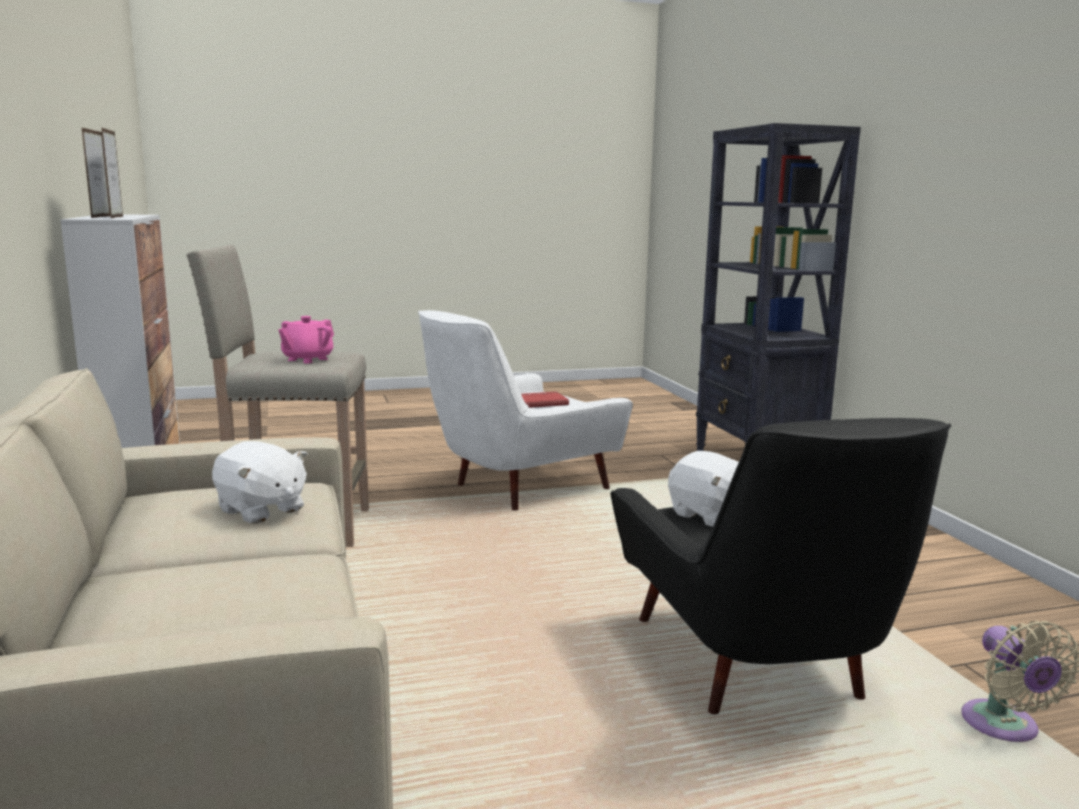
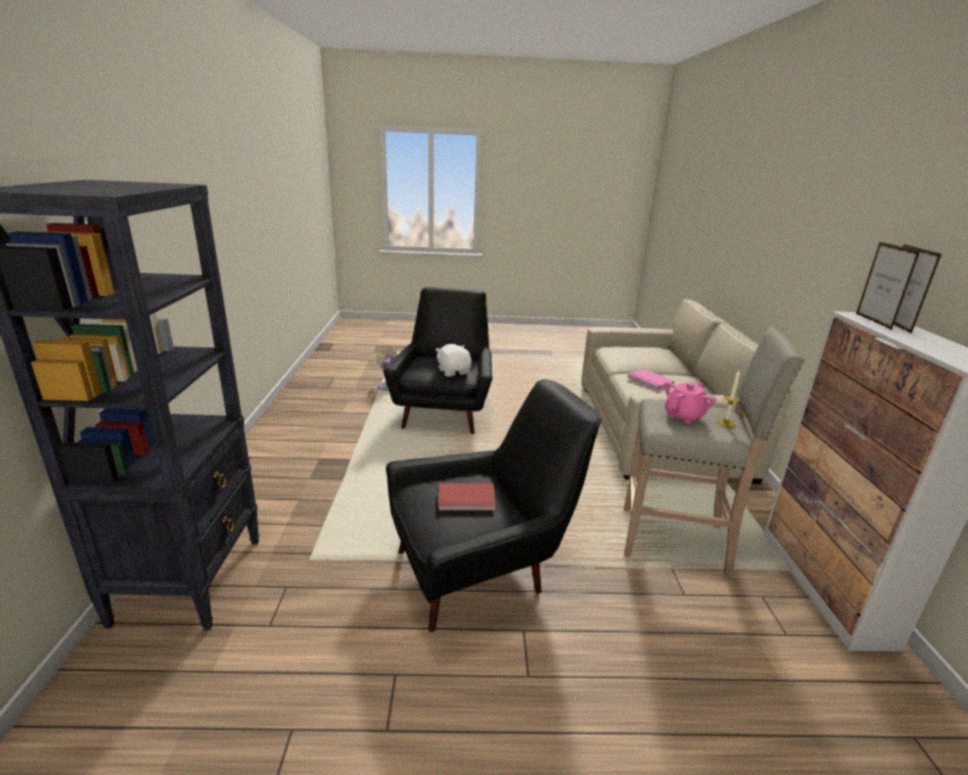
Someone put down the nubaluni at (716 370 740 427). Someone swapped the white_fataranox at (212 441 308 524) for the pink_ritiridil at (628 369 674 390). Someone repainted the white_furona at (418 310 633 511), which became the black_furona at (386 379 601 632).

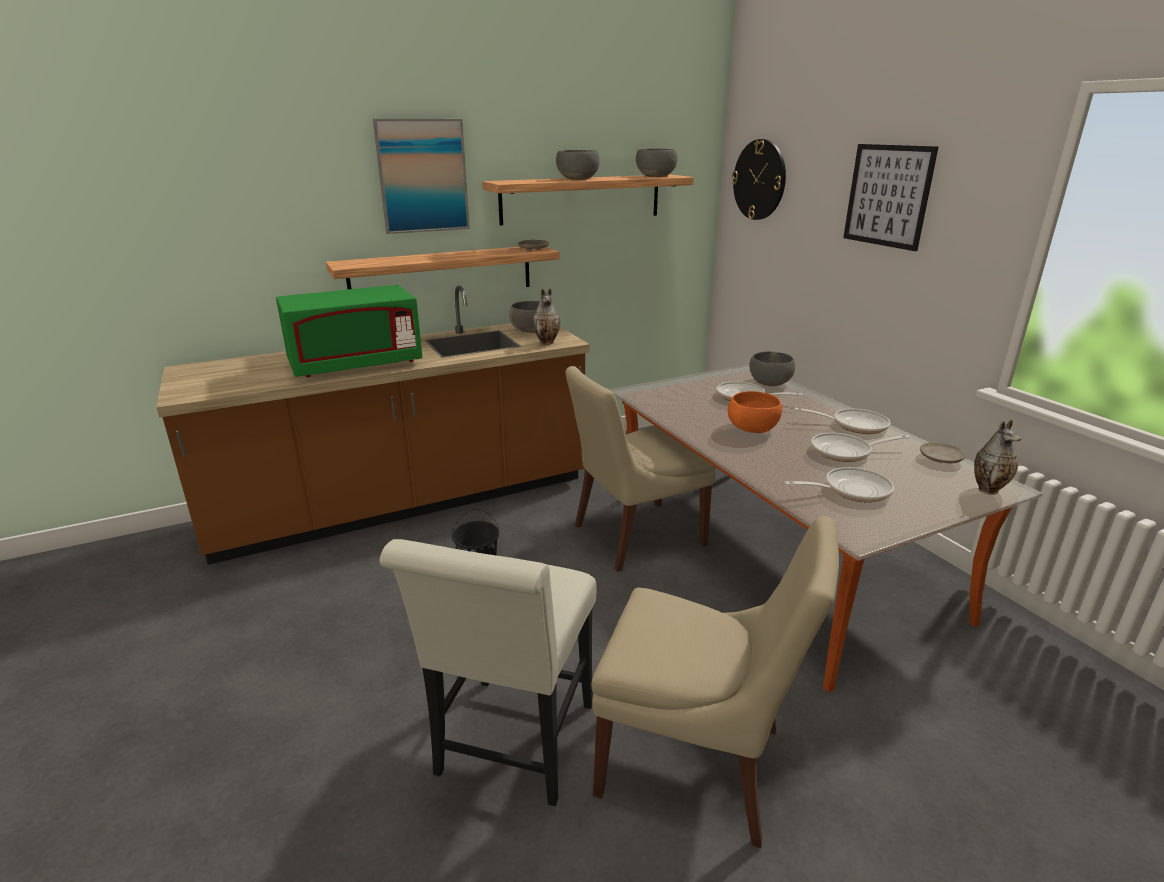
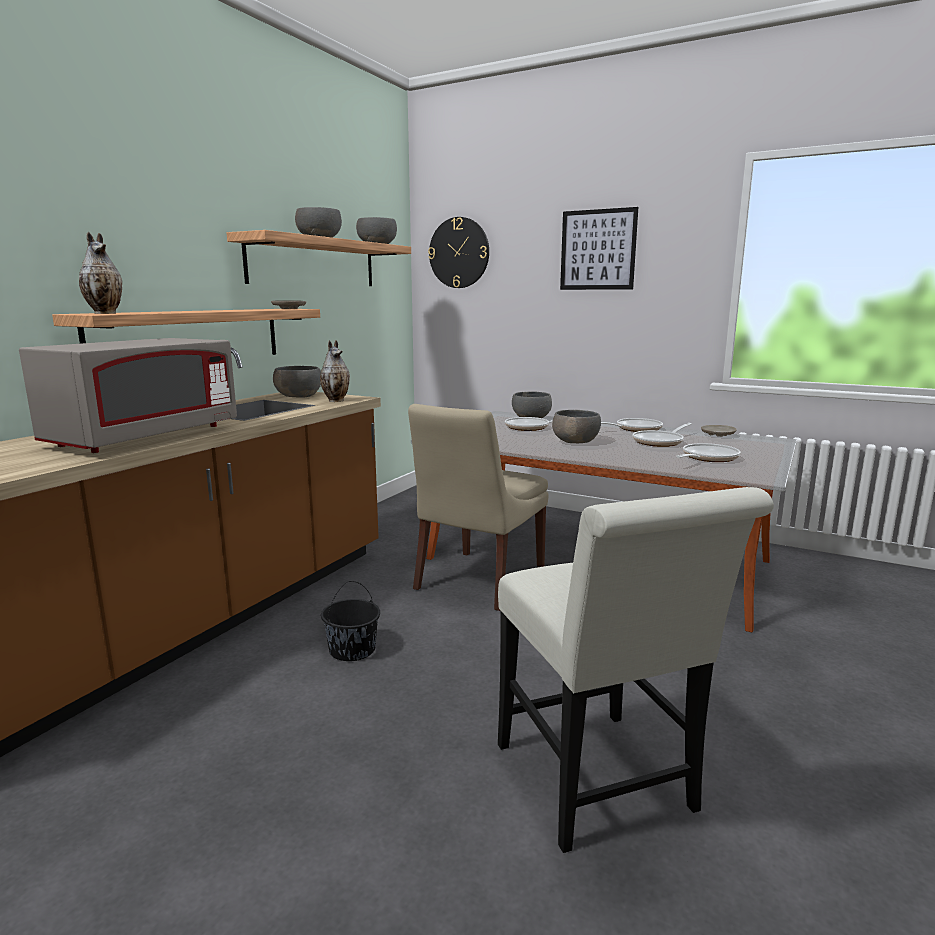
Someone took away the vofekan at (373 119 470 234). Someone took away the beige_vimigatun at (591 516 839 848). Someone carried the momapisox from (974 420 1021 495) to (79 232 122 314). Someone repainted the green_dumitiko at (276 285 422 377), which became the grey_dumitiko at (19 338 237 453). Someone repainted the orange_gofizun at (728 391 782 433), which became the grey_gofizun at (552 410 601 443).

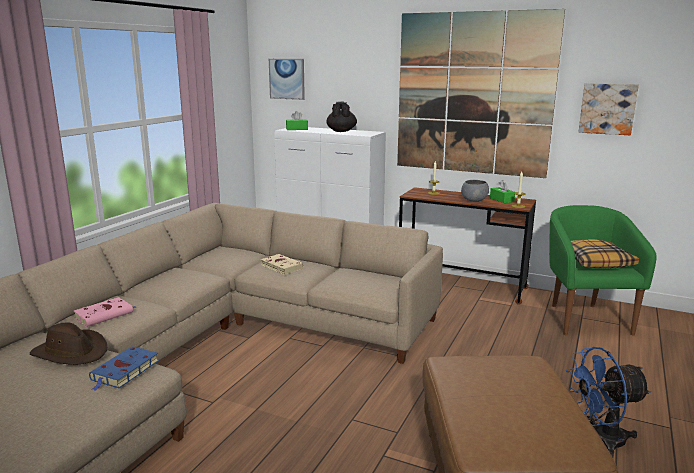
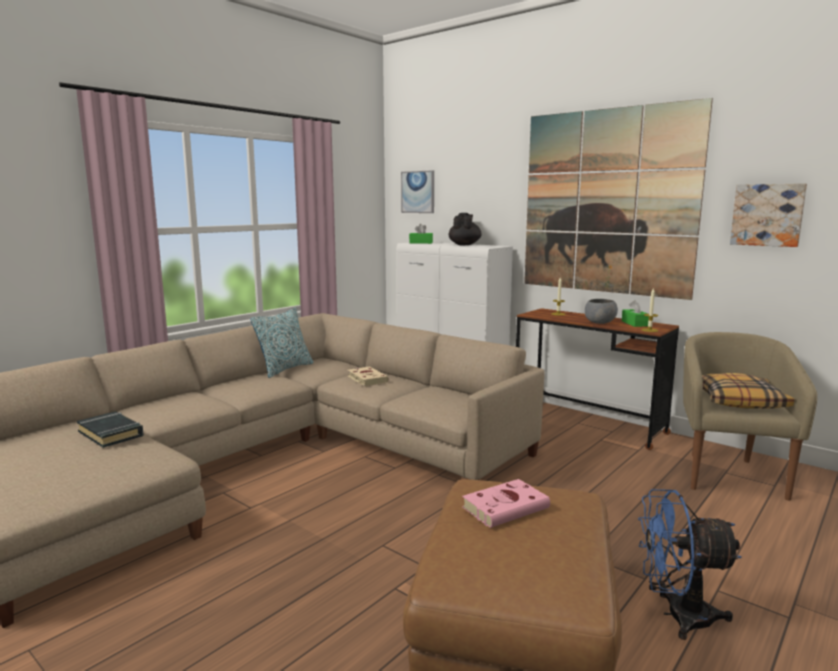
Someone took away the blue_ritiridil at (89 346 159 391). Someone put down the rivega at (250 307 313 378). Someone carried the pink_ritiridil from (74 297 136 327) to (462 479 550 528). Someone swapped the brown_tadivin at (30 322 107 365) for the black_ritiridil at (77 411 144 448). Someone repainted the green_furona at (549 205 656 336), which became the beige_furona at (683 332 817 501).

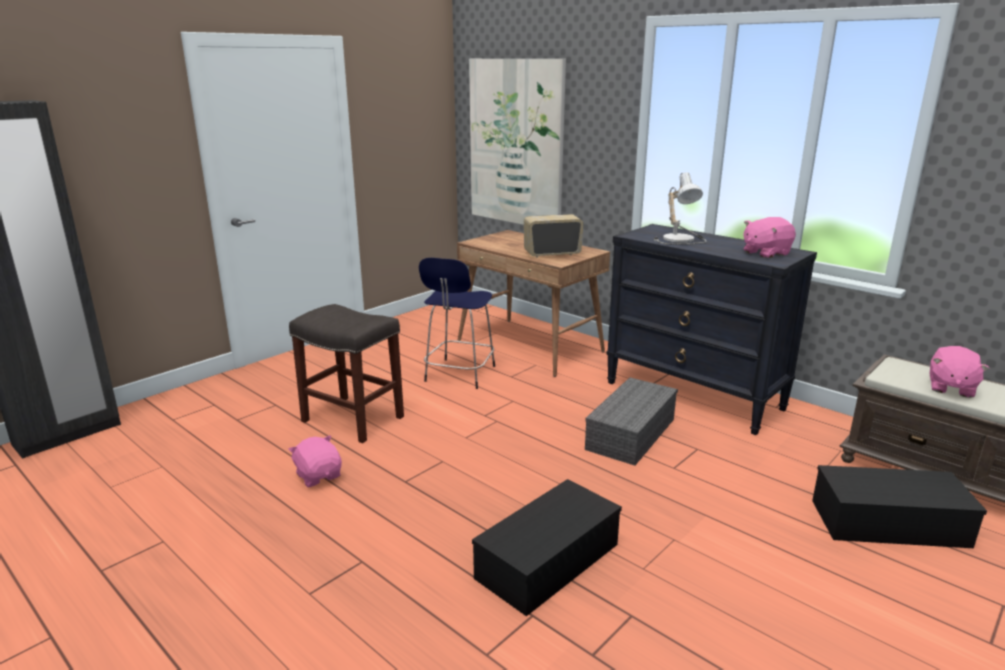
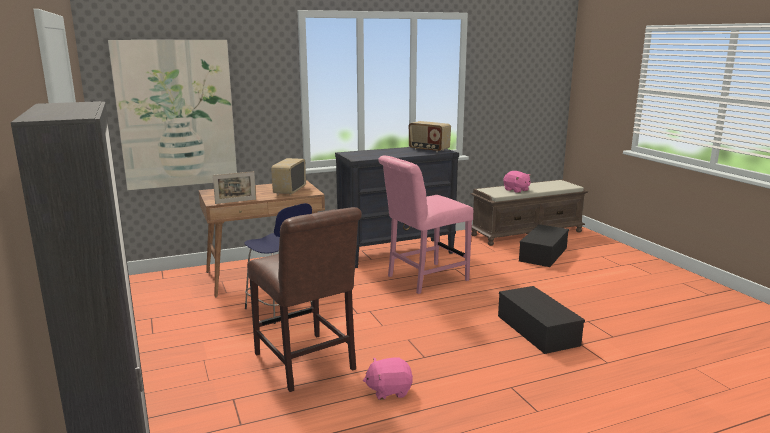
Someone took away the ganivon at (653 172 707 245). Someone put down the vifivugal at (213 171 256 204). Someone swapped the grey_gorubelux at (289 304 404 443) for the brown_vimigatun at (247 207 362 392). Someone swapped the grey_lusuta at (585 377 678 466) for the pink_vimigatun at (378 156 473 294). Someone swapped the pink_fataranox at (744 217 796 258) for the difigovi at (409 121 451 152).

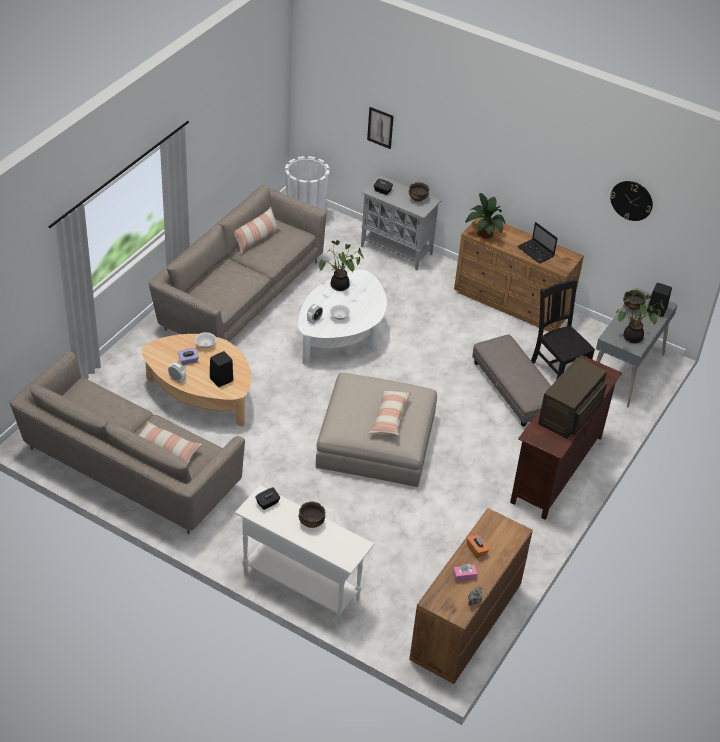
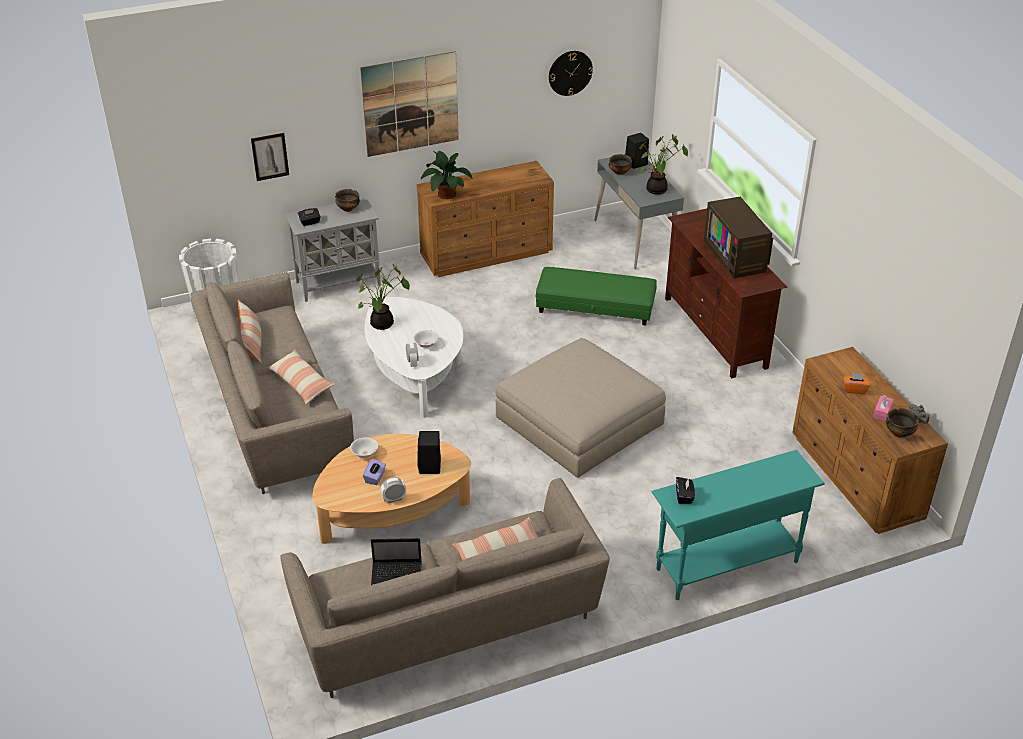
Someone took away the black_vimigatun at (531 277 595 379). Someone put up the vofekan at (360 51 459 157). Someone carried the gofizun from (299 502 325 528) to (886 408 919 438). Someone carried the rivega from (369 390 412 435) to (267 349 336 404). Someone carried the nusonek from (517 222 558 263) to (371 538 422 585). Someone repainted the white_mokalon at (235 485 374 625), which became the turquoise_mokalon at (652 450 825 600). Someone repainted the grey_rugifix at (472 334 551 427), which became the green_rugifix at (536 267 657 325).

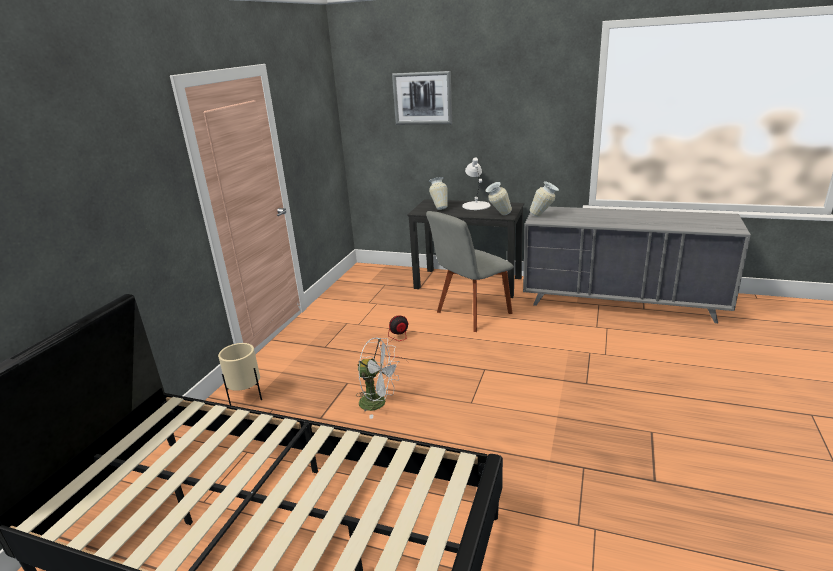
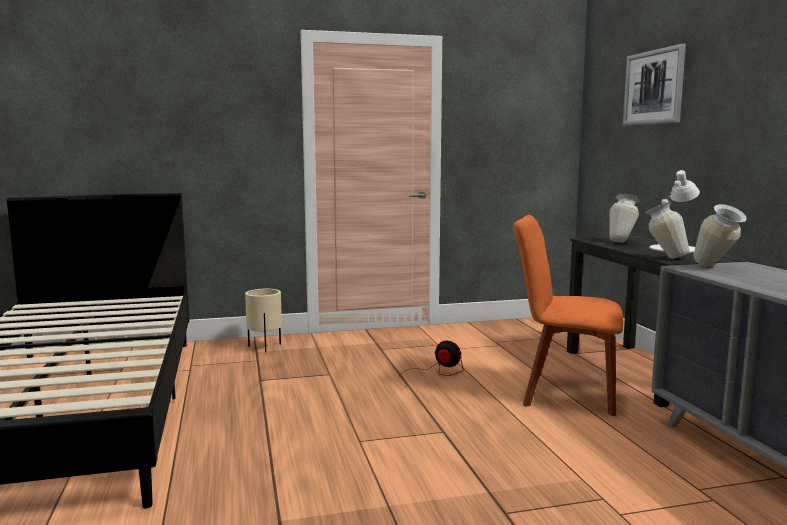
Someone took away the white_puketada at (356 338 400 419). Someone repainted the grey_vimigatun at (426 211 514 332), which became the orange_vimigatun at (513 215 623 416).

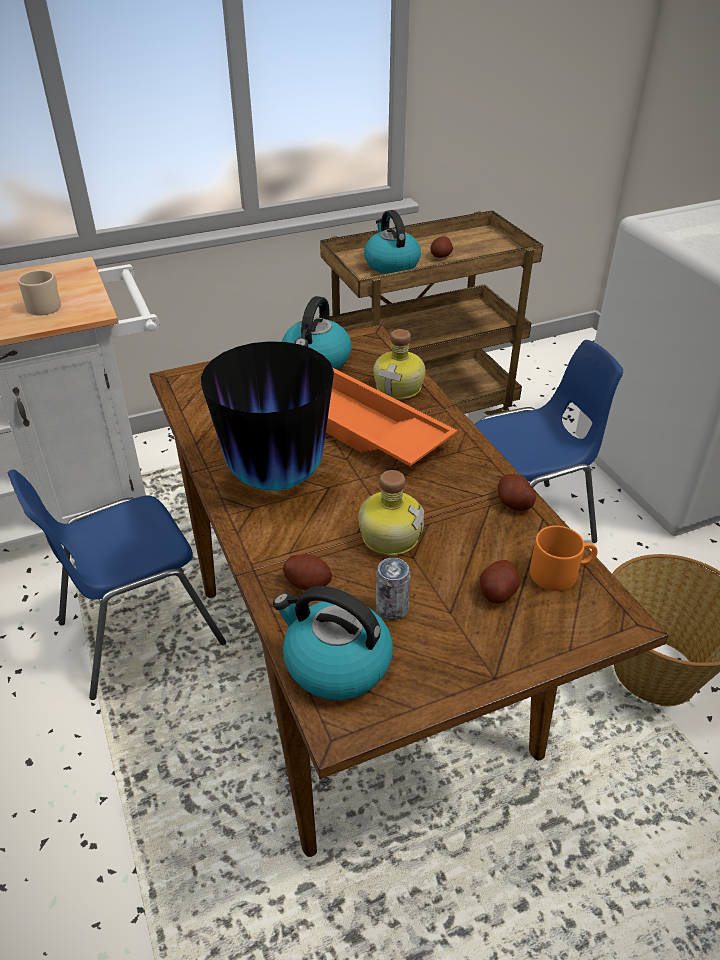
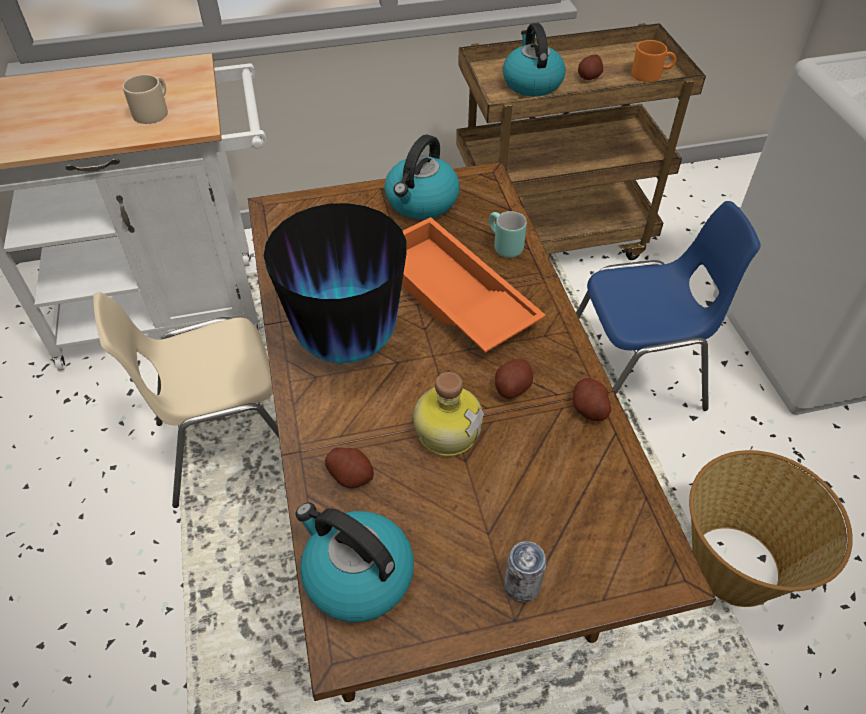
Someone carried the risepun from (376 558 410 620) to (504 541 546 603). Someone carried the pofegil from (480 560 520 604) to (495 359 533 399). Someone carried the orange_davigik from (530 526 598 591) to (631 40 676 82). Someone swapped the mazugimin at (373 329 426 399) for the turquoise_davigik at (489 211 527 258). Someone repainted the blue_vimigatun at (7 469 226 700), which became the beige_vimigatun at (93 292 279 508).

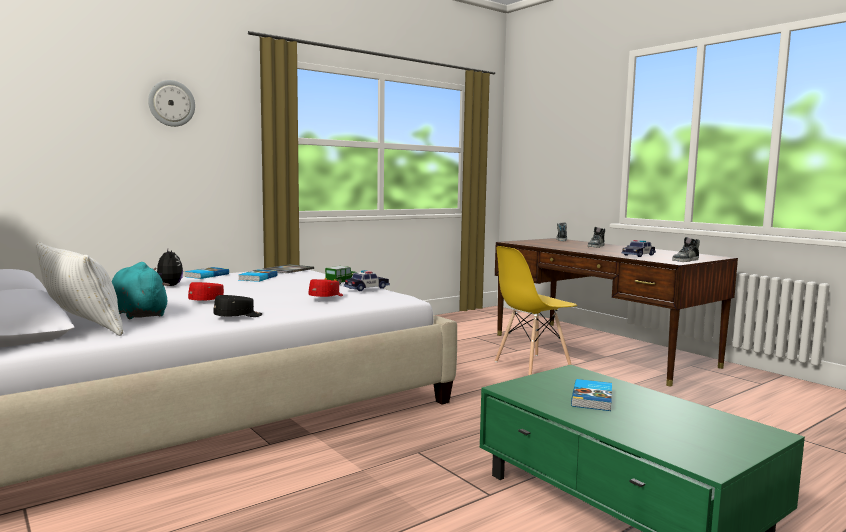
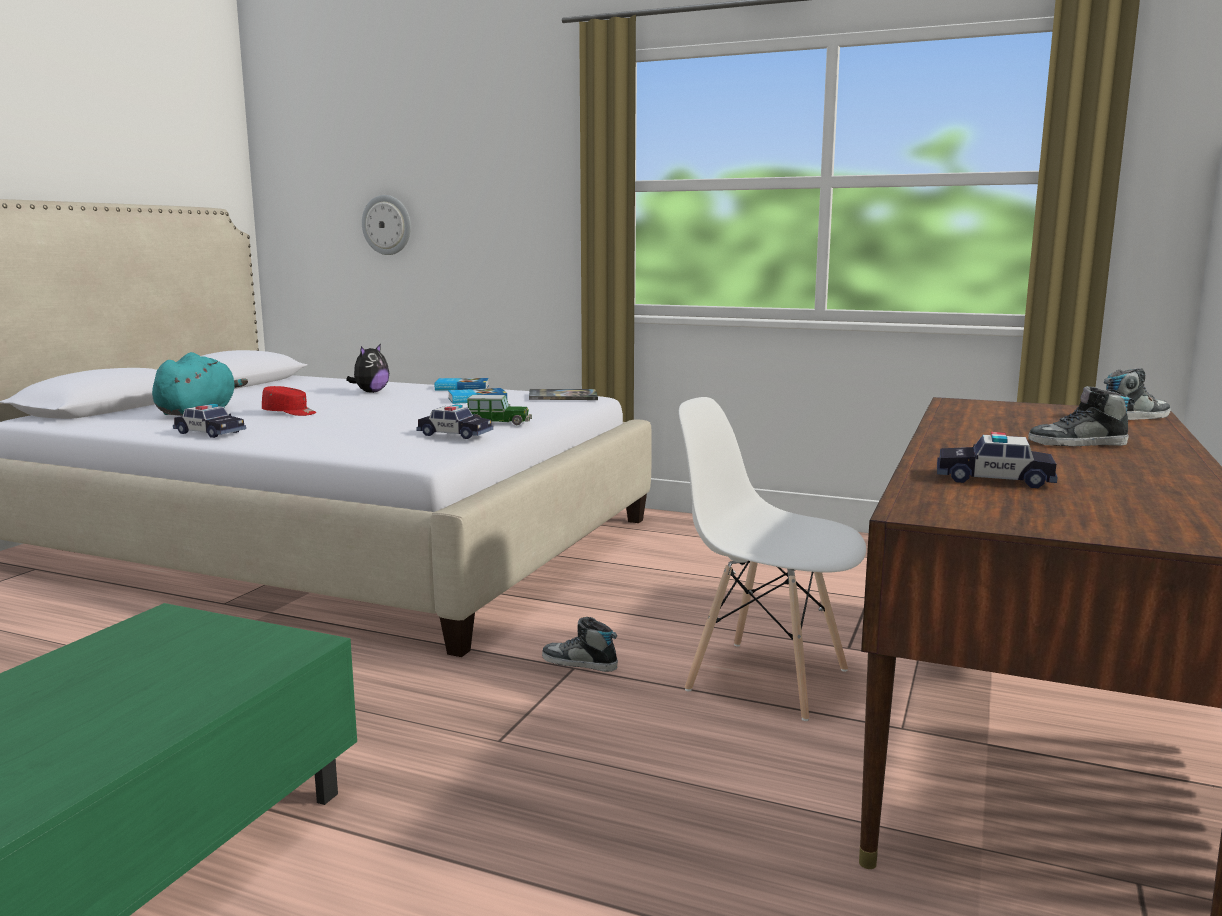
Someone took away the white_rivega at (36 242 123 336). Someone took away the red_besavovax at (309 279 343 297). Someone took away the ritiridil at (571 379 612 411). Someone carried the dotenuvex from (148 80 195 127) to (362 195 411 255). Someone carried the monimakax from (672 237 700 262) to (542 617 618 672). Someone swapped the black_besavovax at (213 295 262 317) for the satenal at (173 404 246 438). Someone repainted the yellow_vimigatun at (495 246 577 375), which became the white_vimigatun at (679 397 866 721).

